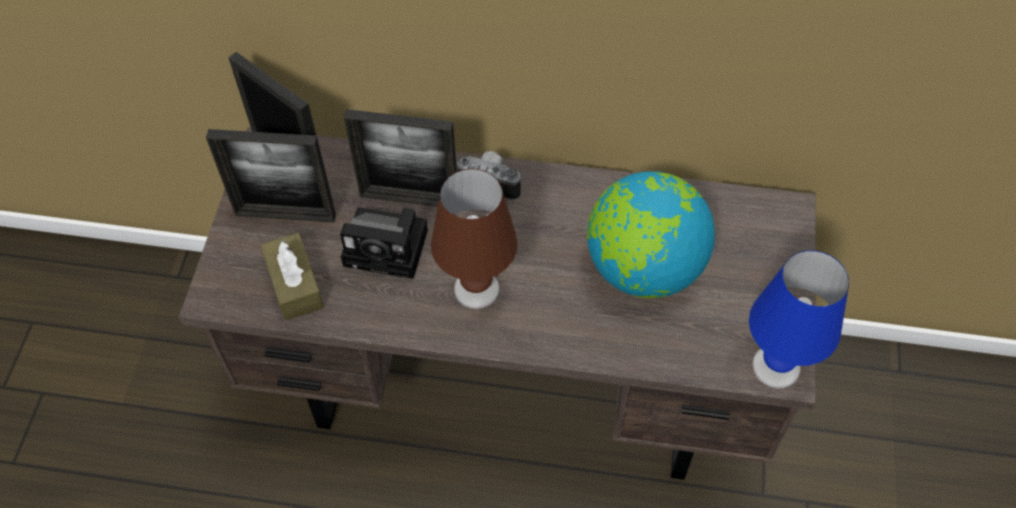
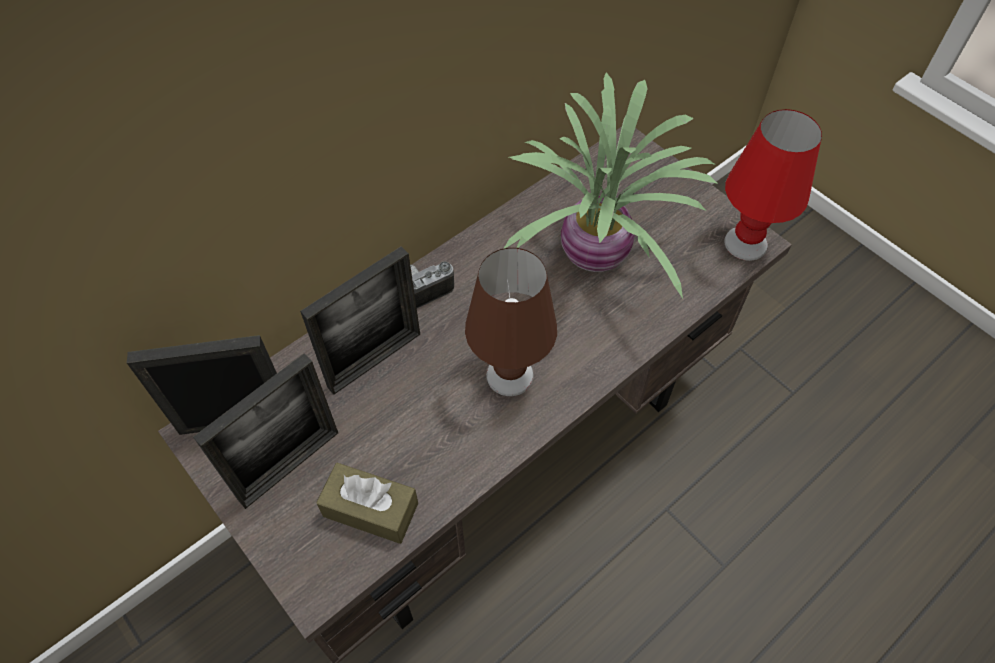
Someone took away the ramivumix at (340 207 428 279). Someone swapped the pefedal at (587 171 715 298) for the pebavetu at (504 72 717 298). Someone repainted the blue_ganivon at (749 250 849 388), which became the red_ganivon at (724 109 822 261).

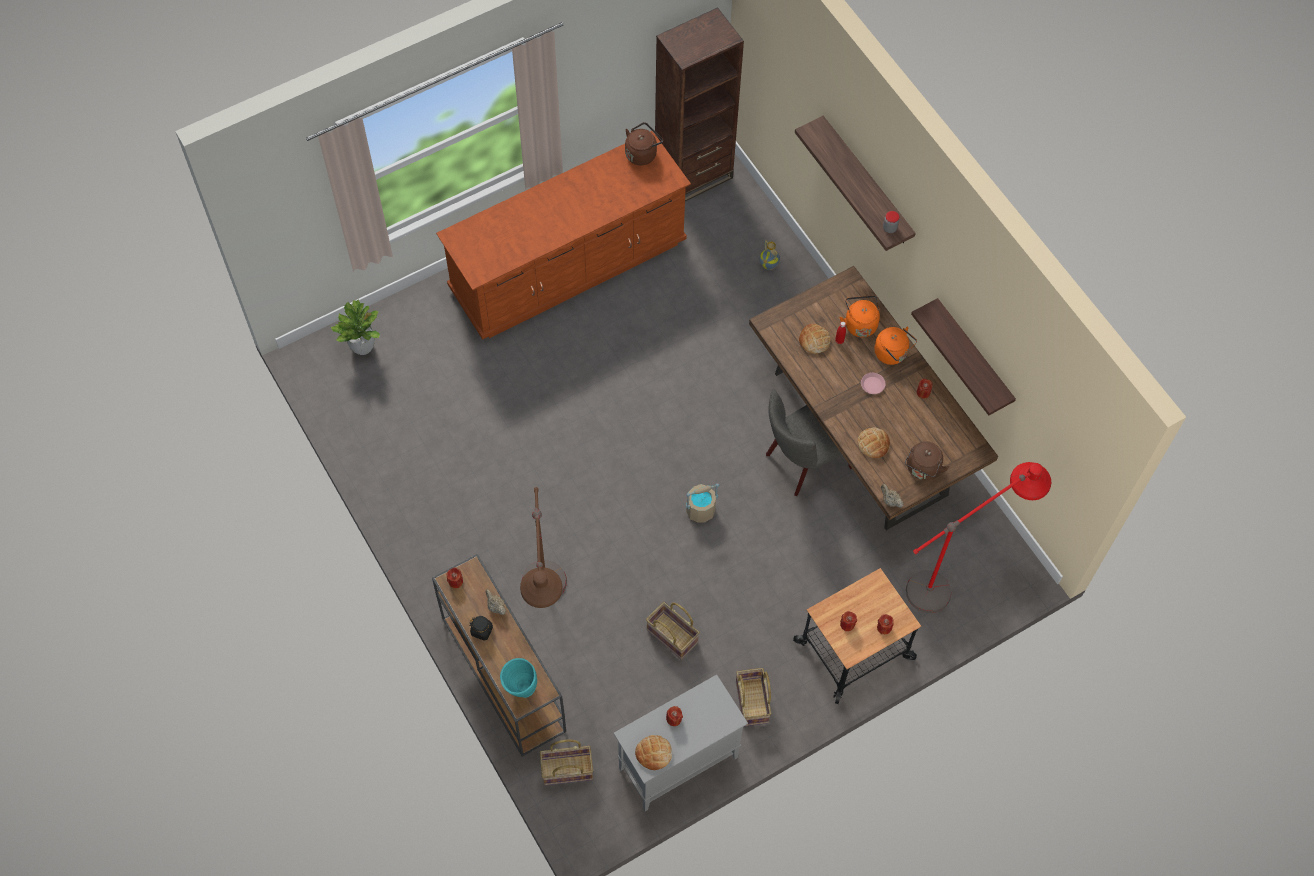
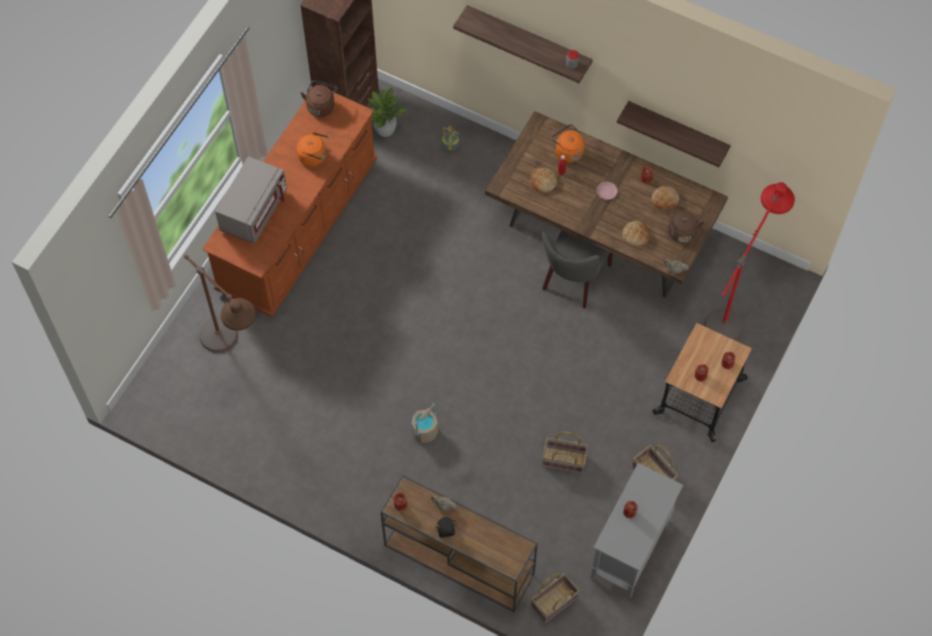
Someone took away the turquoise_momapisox at (500 658 537 698). Someone put down the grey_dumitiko at (215 156 287 244). Someone carried the pebavetu from (330 300 380 355) to (368 88 407 137). Someone carried the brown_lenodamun from (520 487 567 608) to (184 255 256 352). Someone carried the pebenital from (635 735 672 770) to (651 186 679 210). Someone carried the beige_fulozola from (686 483 719 522) to (411 403 438 443). Someone carried the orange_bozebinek from (874 327 917 365) to (297 130 329 167).

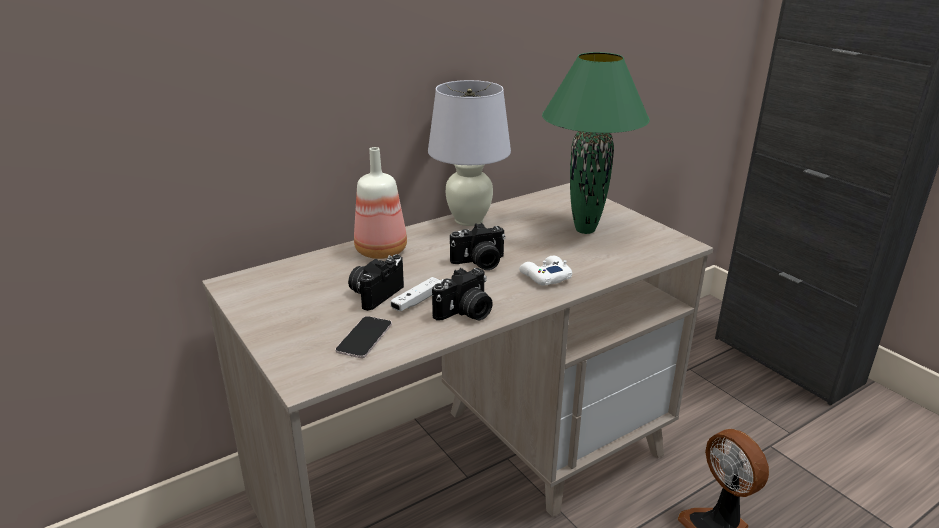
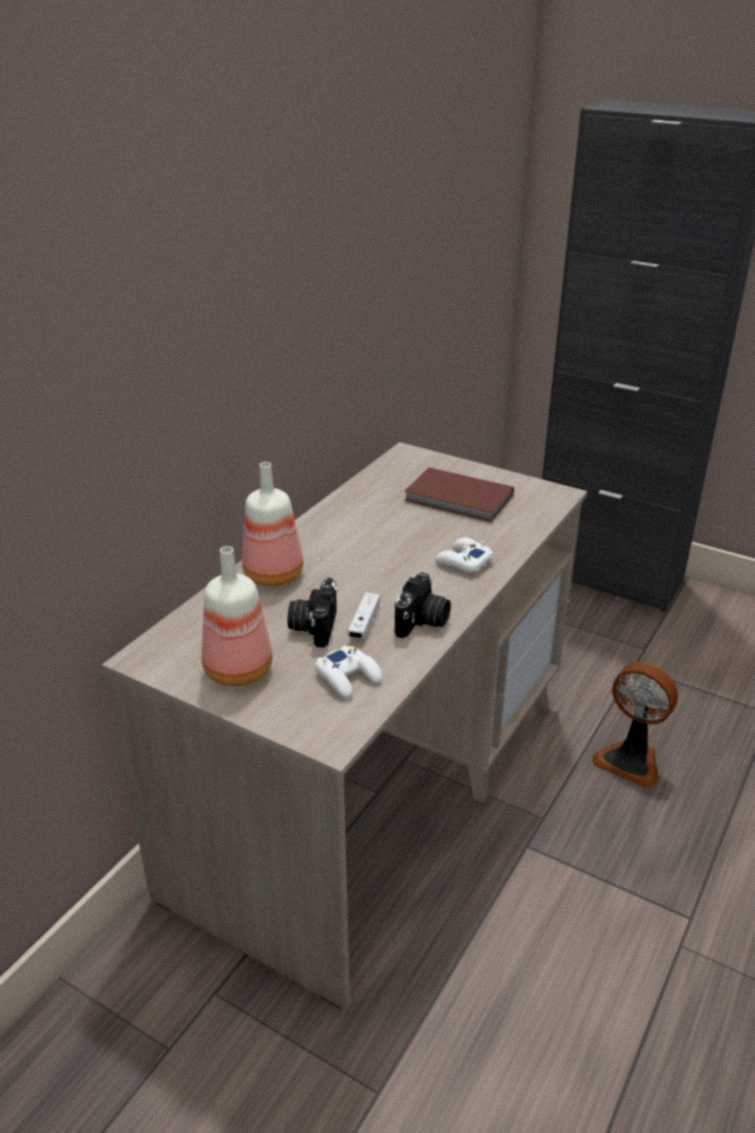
Someone took away the white_ganivon at (428 80 511 226). Someone took away the ramivumix at (450 223 506 270). Someone put down the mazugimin at (202 546 273 686). Someone swapped the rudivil at (335 316 392 358) for the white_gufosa at (315 645 382 699). Someone swapped the green_ganivon at (542 52 650 234) for the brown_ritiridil at (404 467 514 522).

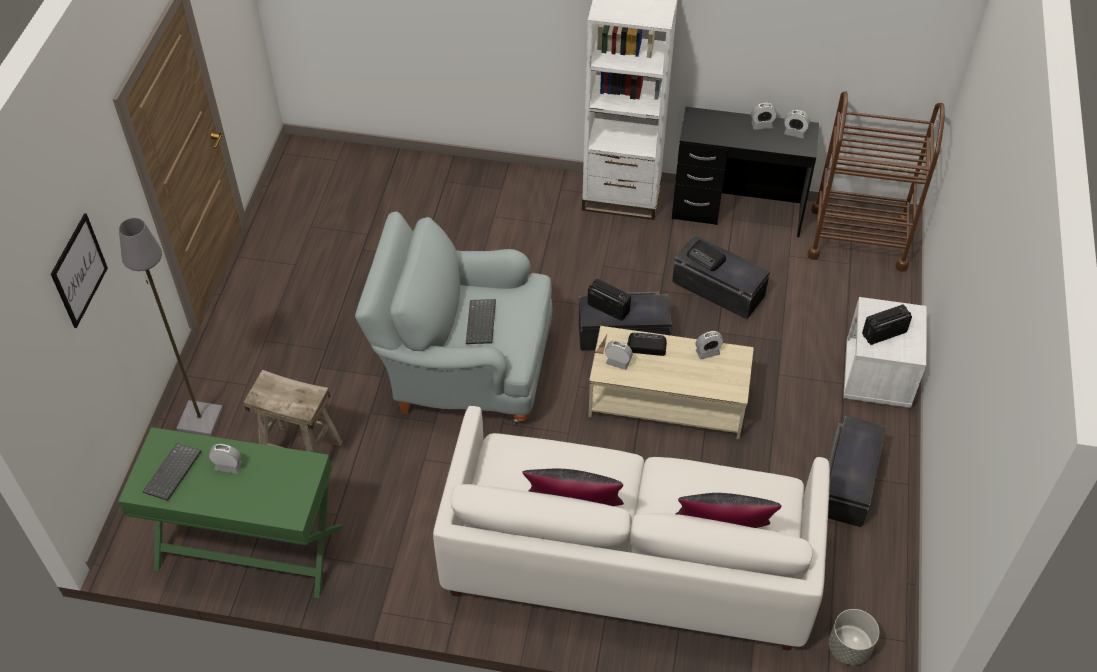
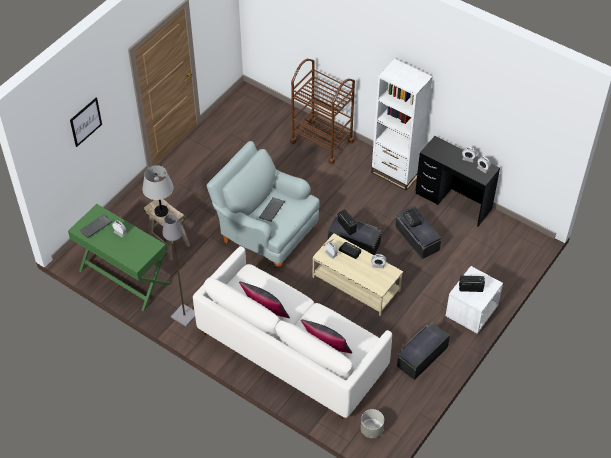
Someone put down the grey_ganivon at (142 165 174 217). Someone carried the grey_lenodamun from (119 218 223 436) to (163 214 195 327). Someone carried the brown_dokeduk from (807 91 945 272) to (290 59 355 164).

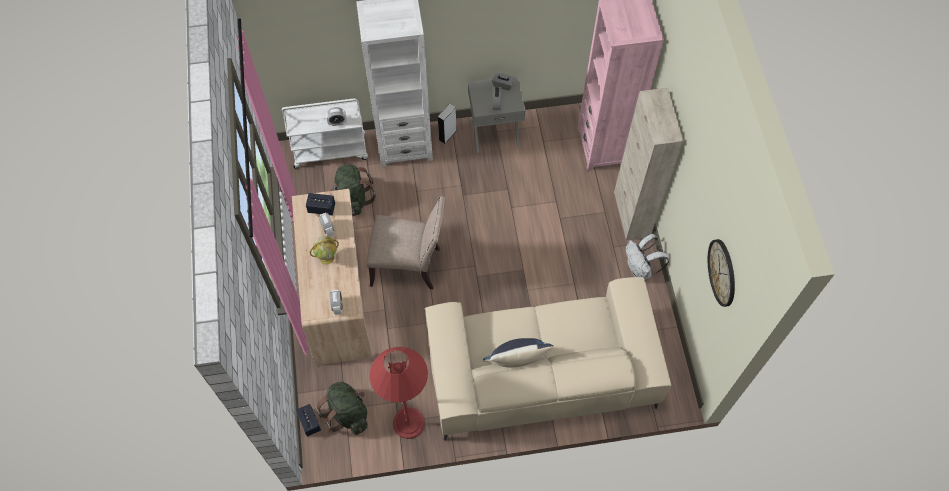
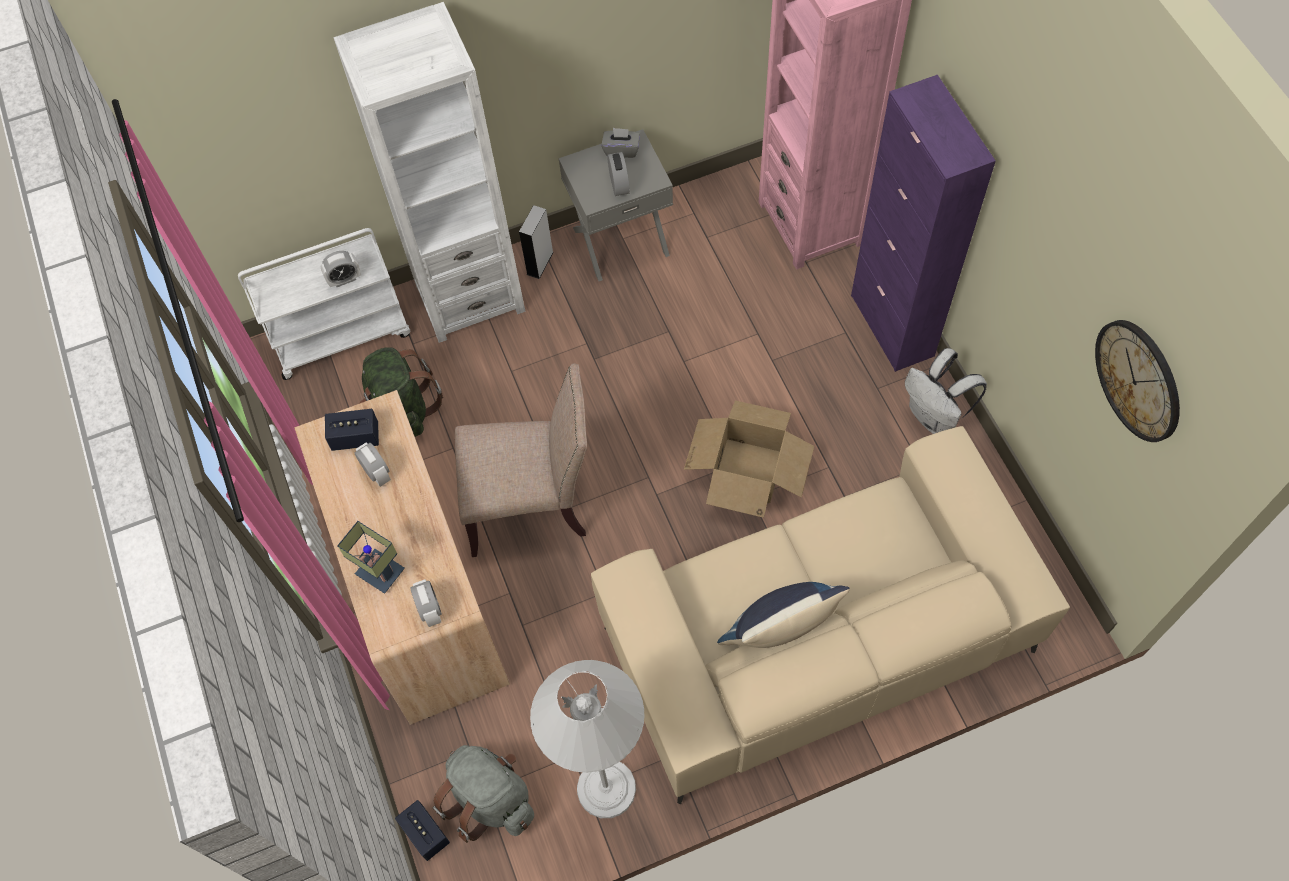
Someone took away the pefedal at (310 236 339 264). Someone put down the ganivon at (337 521 405 594). Someone put down the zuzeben at (684 400 814 518). Someone repainted the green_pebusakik at (316 382 368 435), which became the grey_pebusakik at (433 745 534 843). Someone repainted the red_lenodamun at (370 347 428 439), which became the white_lenodamun at (530 660 645 818). Someone repainted the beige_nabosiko at (614 88 684 240), which became the purple_nabosiko at (851 75 996 372).

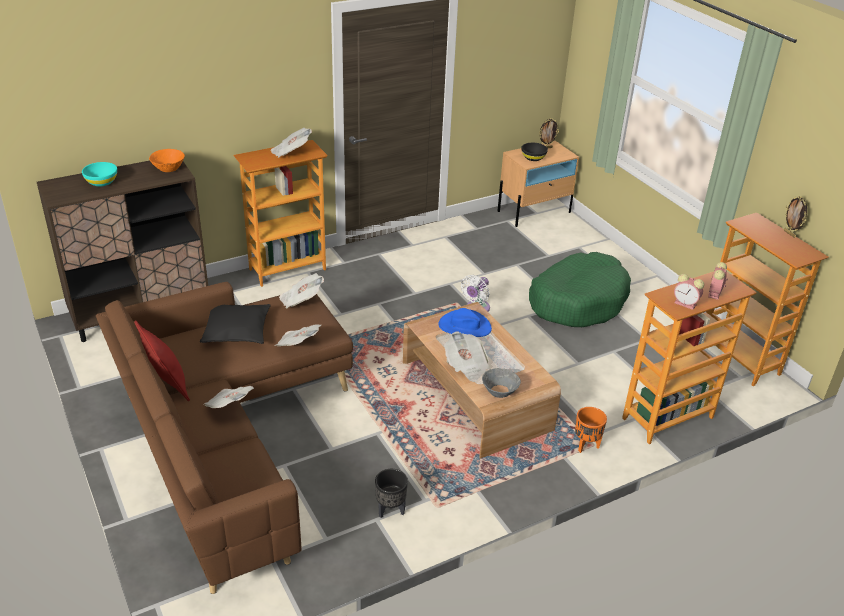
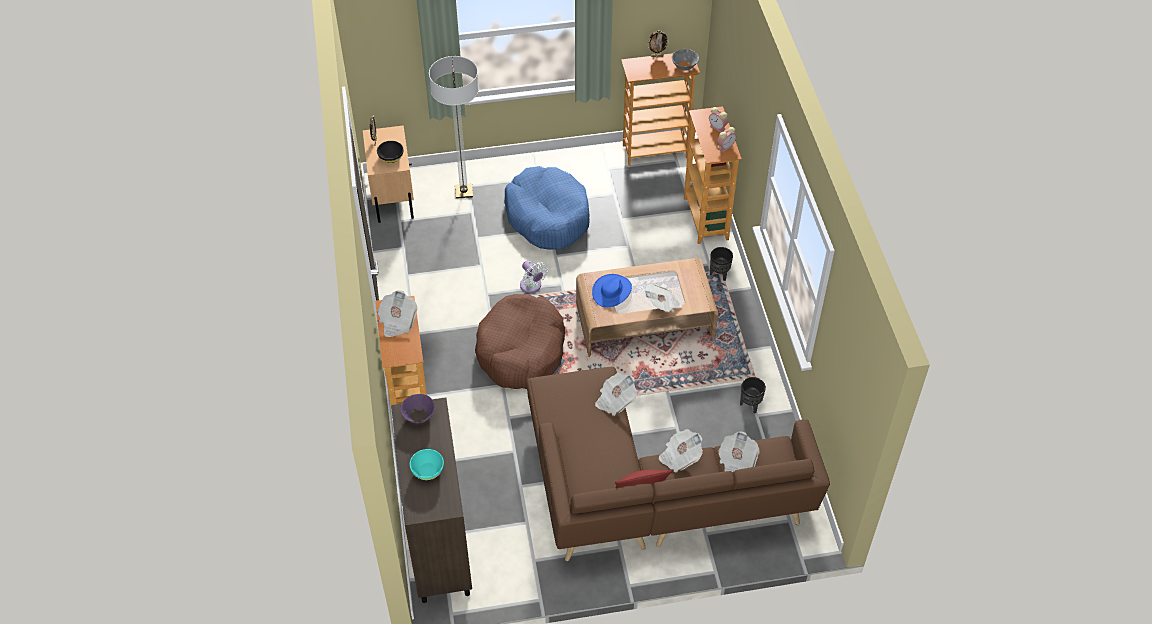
Someone took away the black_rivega at (200 304 270 344). Someone put down the lenodamun at (429 56 479 199). Someone put down the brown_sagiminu at (475 294 565 389). Someone carried the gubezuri from (279 273 324 309) to (718 431 760 472). Someone carried the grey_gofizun from (482 368 521 398) to (672 49 699 71). Someone repainted the orange_gofizun at (149 149 185 172), which became the purple_gofizun at (400 394 435 423). Someone repainted the green_sagiminu at (529 252 631 327), which became the blue_sagiminu at (505 166 590 250). Someone repainted the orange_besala at (575 407 607 453), which became the black_besala at (710 247 733 281).

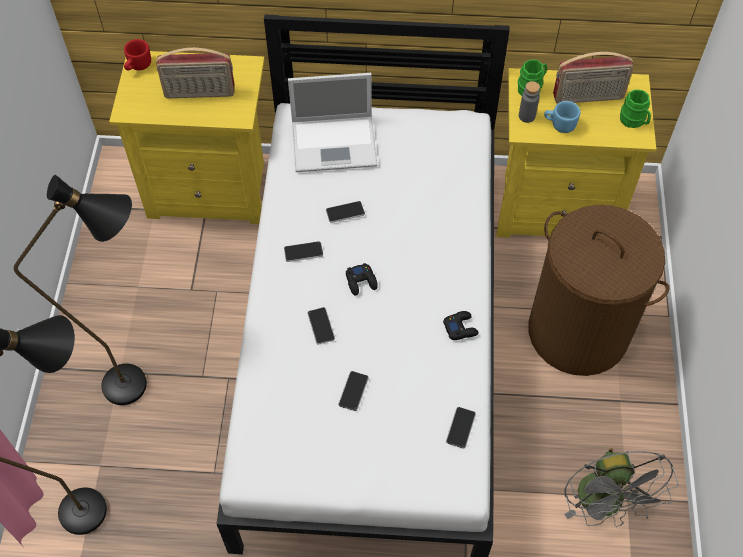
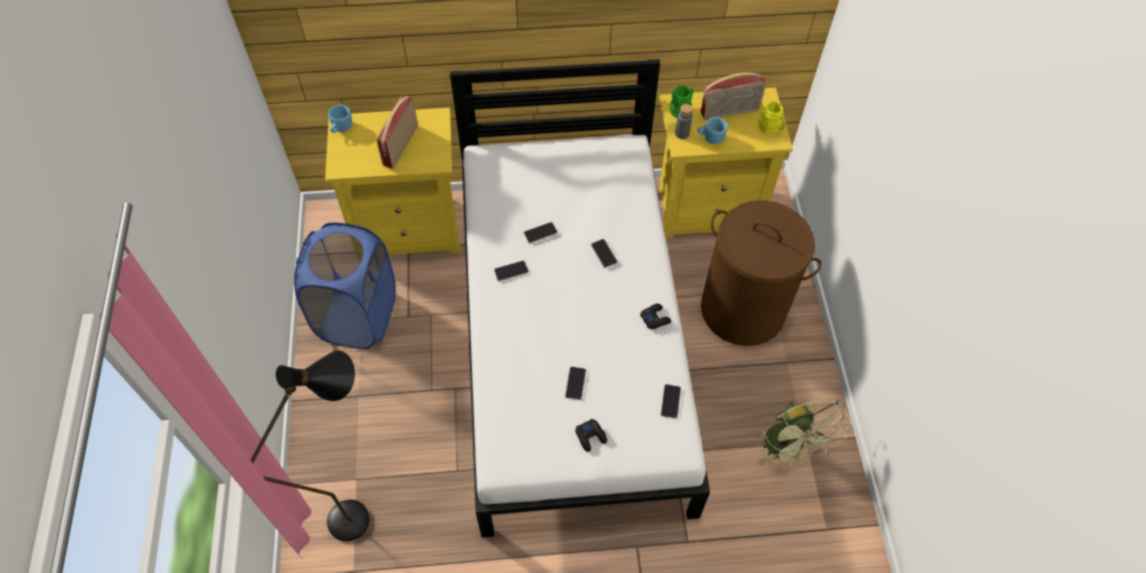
Someone took away the black_lenodamun at (14 175 147 405). Someone took away the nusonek at (288 73 377 172). Someone put down the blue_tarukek at (294 223 396 349). Someone carried the rudivil from (307 307 335 345) to (591 239 618 268). Someone carried the black_gufosa from (346 263 378 296) to (575 419 607 452). Someone repainted the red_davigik at (124 39 151 70), which became the blue_davigik at (328 105 352 133). Someone repainted the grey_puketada at (564 448 678 527), which became the green_puketada at (757 400 852 469). Someone repainted the green_davigik at (620 89 651 128), which became the yellow_davigik at (758 101 786 134). Someone rotated the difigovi at (156 48 235 98) by 120 degrees clockwise.

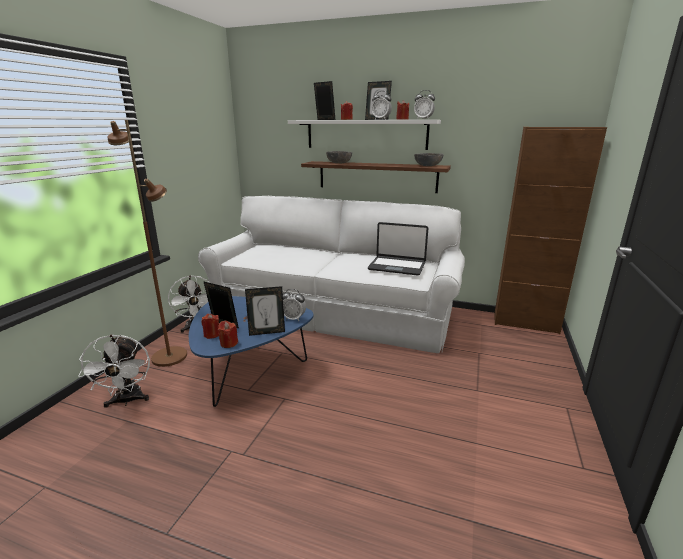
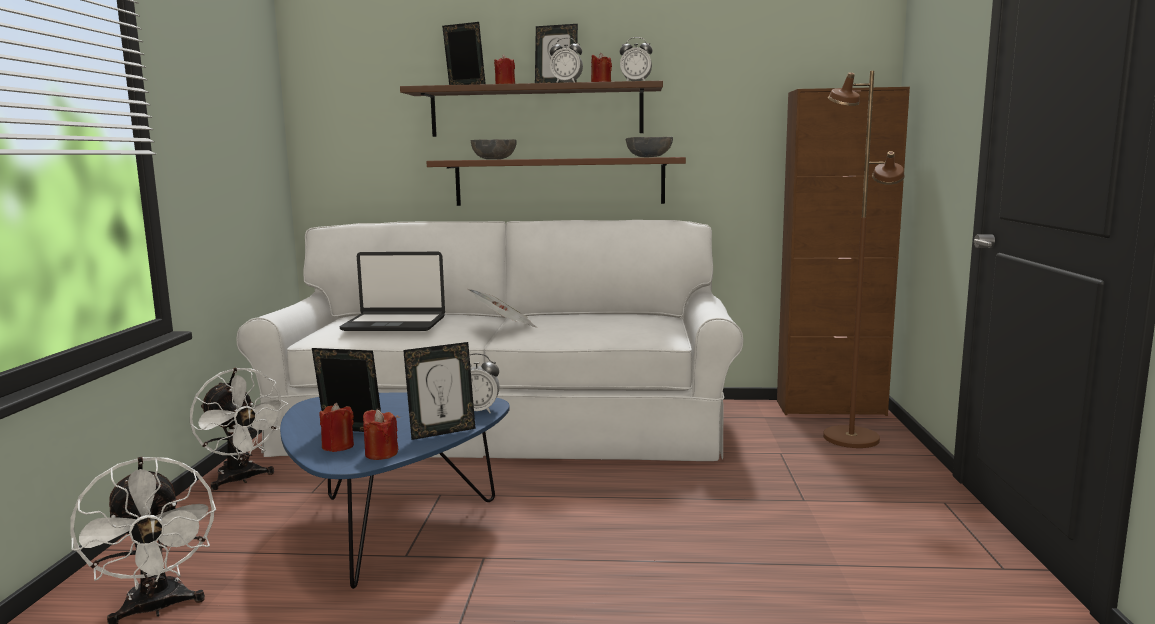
Someone put down the gubezuri at (468 289 536 327). Someone carried the brown_lenodamun from (107 120 187 367) to (823 71 905 448). Someone carried the nusonek from (368 222 428 275) to (339 252 445 331). Someone repainted the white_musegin at (288 120 441 150), which became the brown_musegin at (400 81 663 137).

